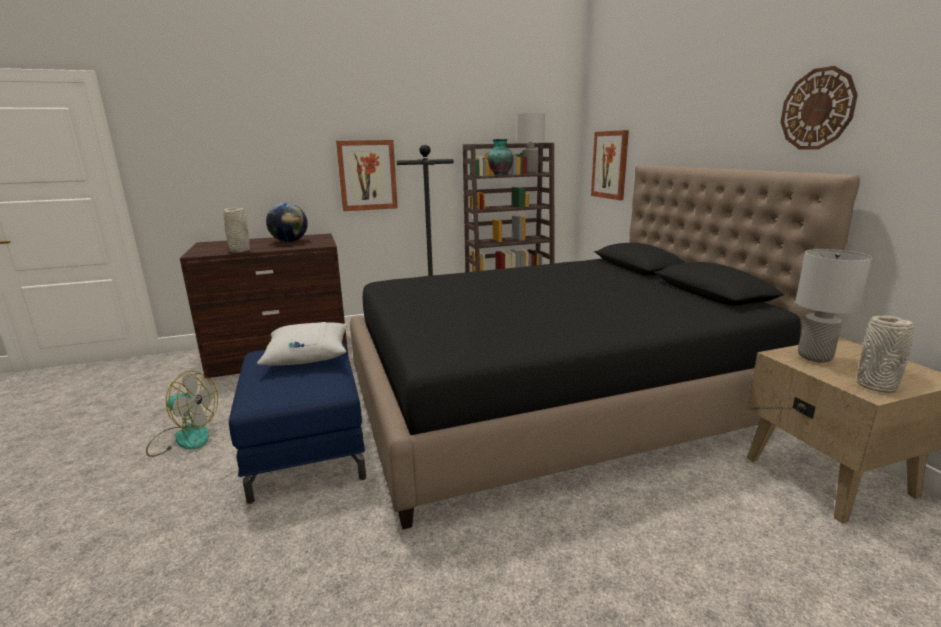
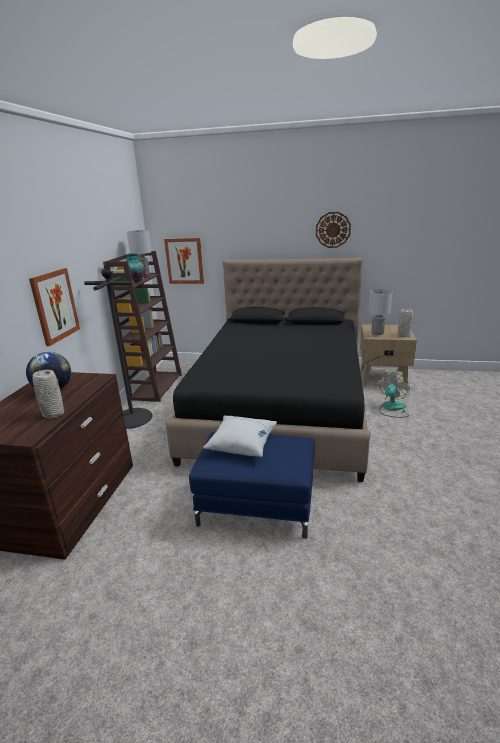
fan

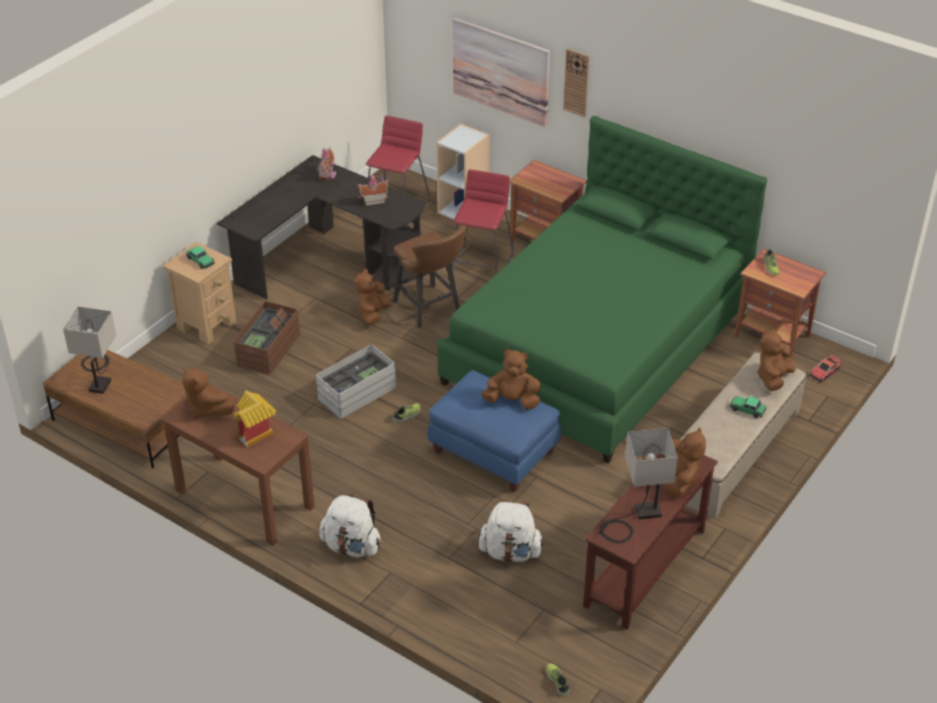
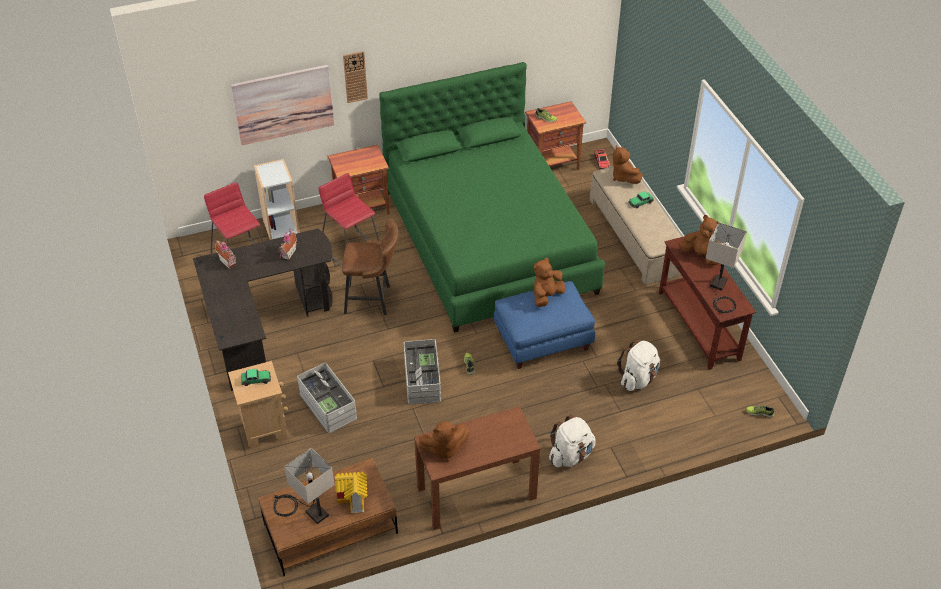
brownish plush toy (2nd from left in the first image)
greyish storage bin (1st from left)
miniature house (3rd from left)

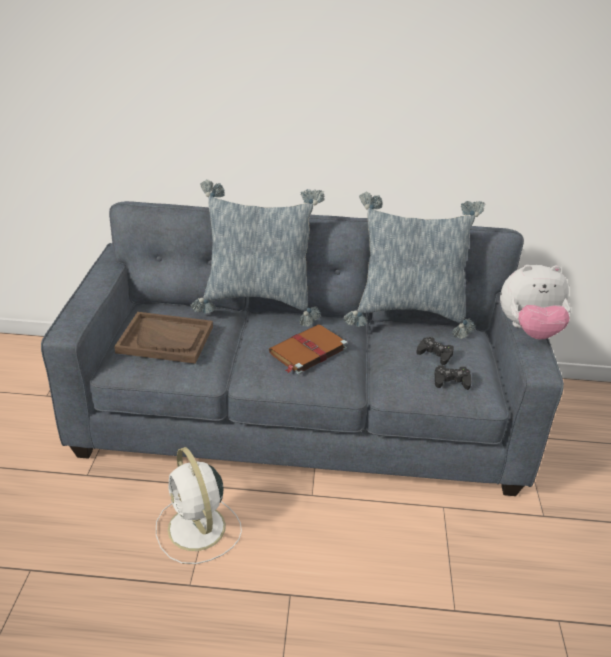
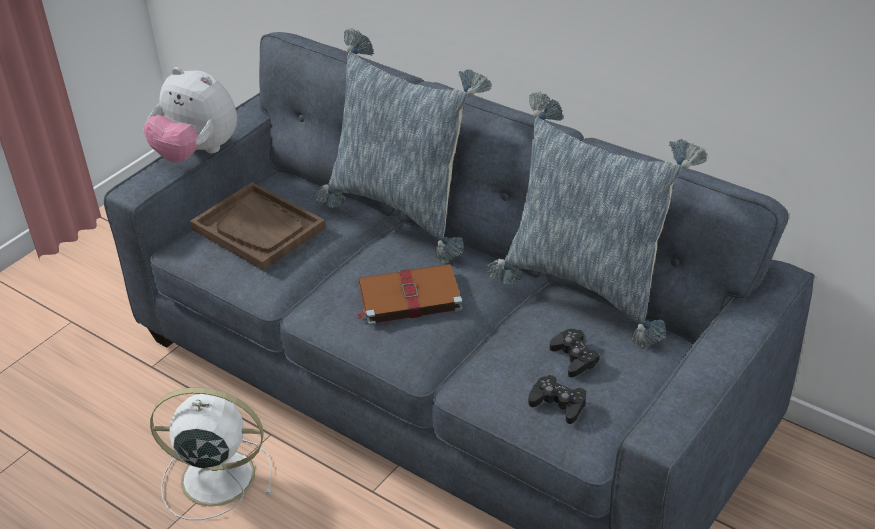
plush toy
white fan

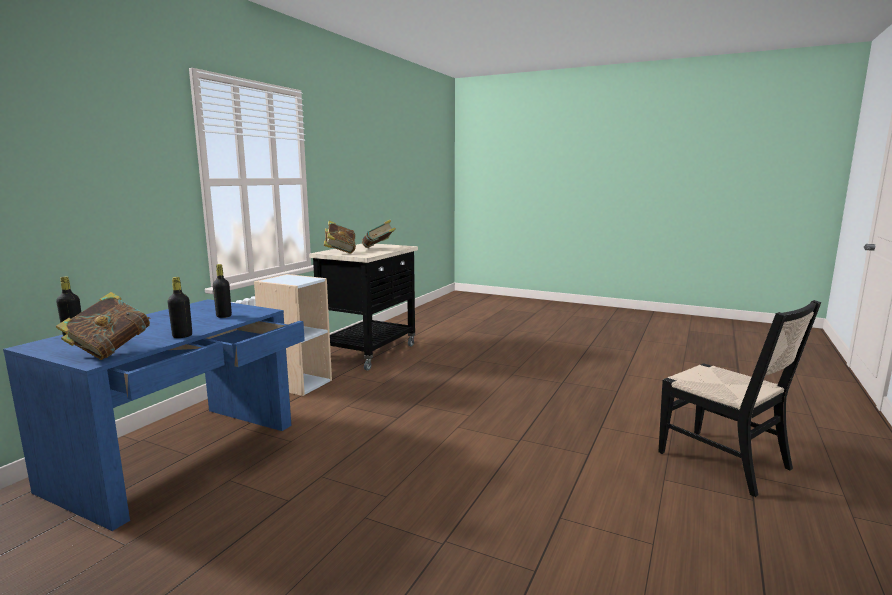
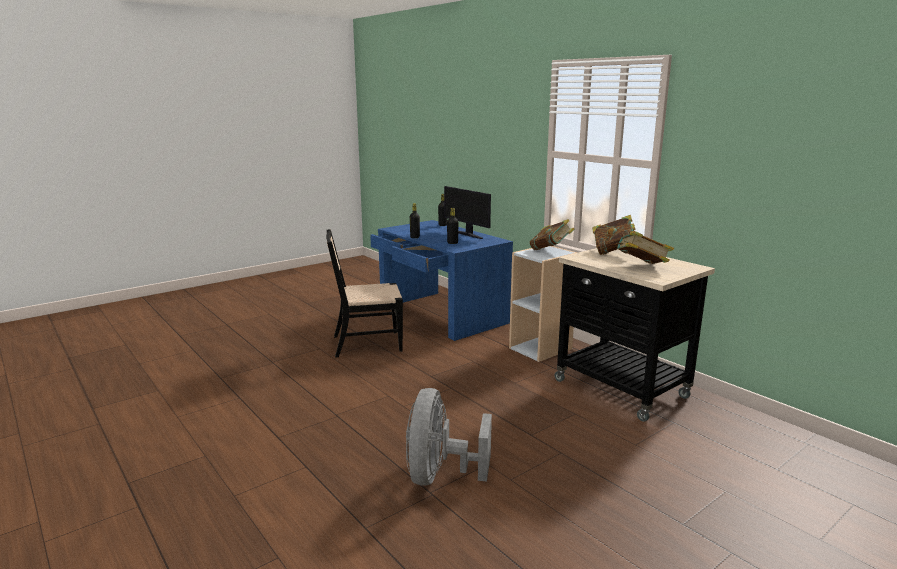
volume (1st from left)
chair
computer display
greyish fan

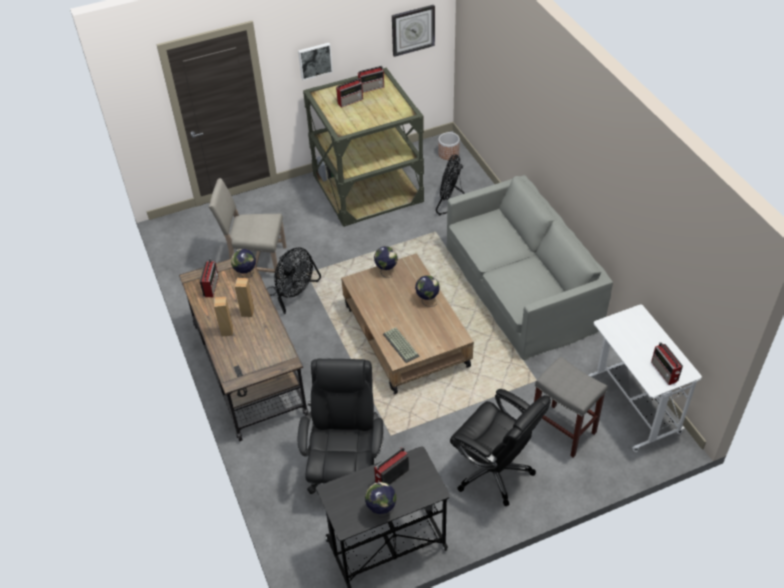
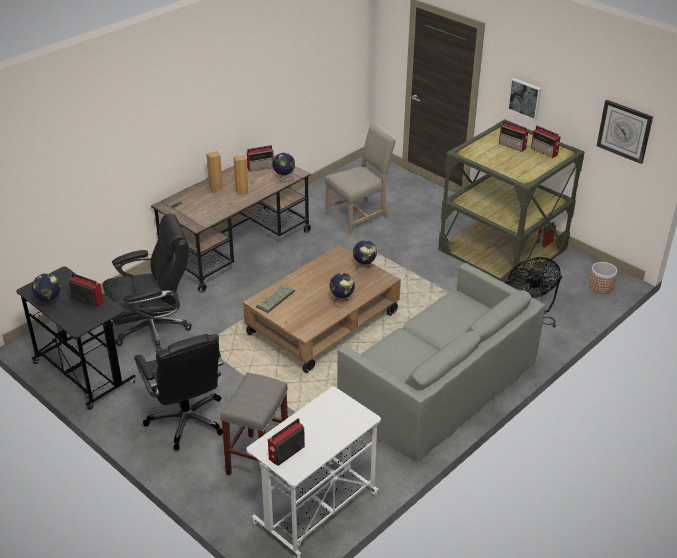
beige chair
blackish fan (1st from left in the first image)
blackish computer chair (2nd from left)

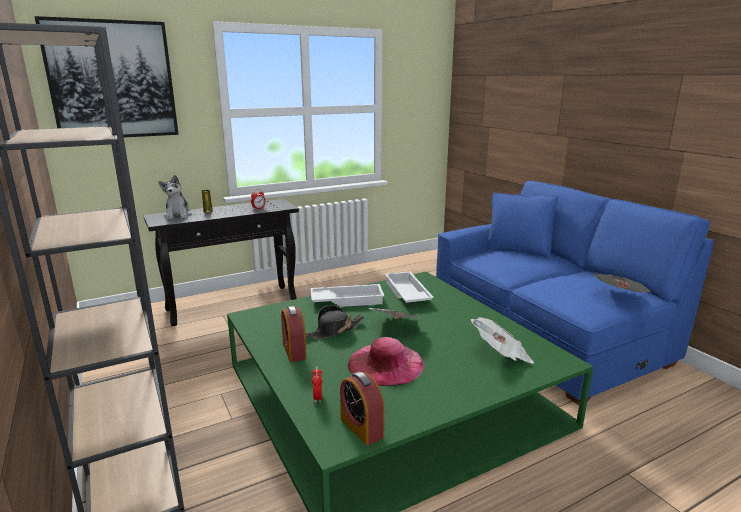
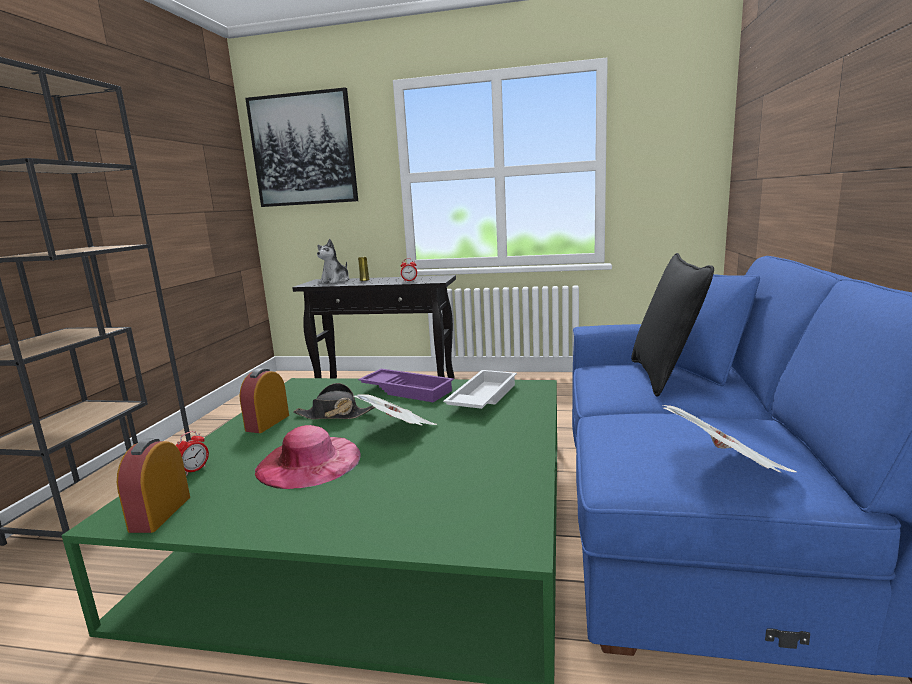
purplish tray
printed paper (2nd from left in the first image)
blackish pillow

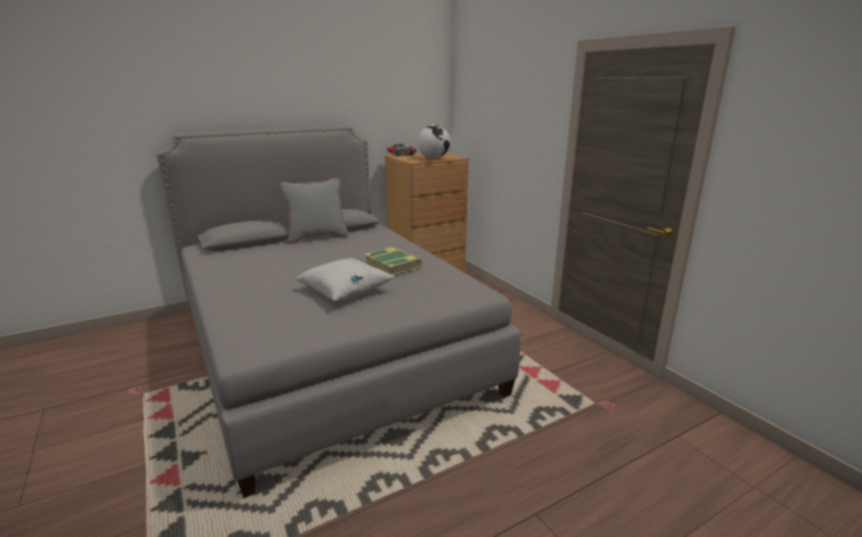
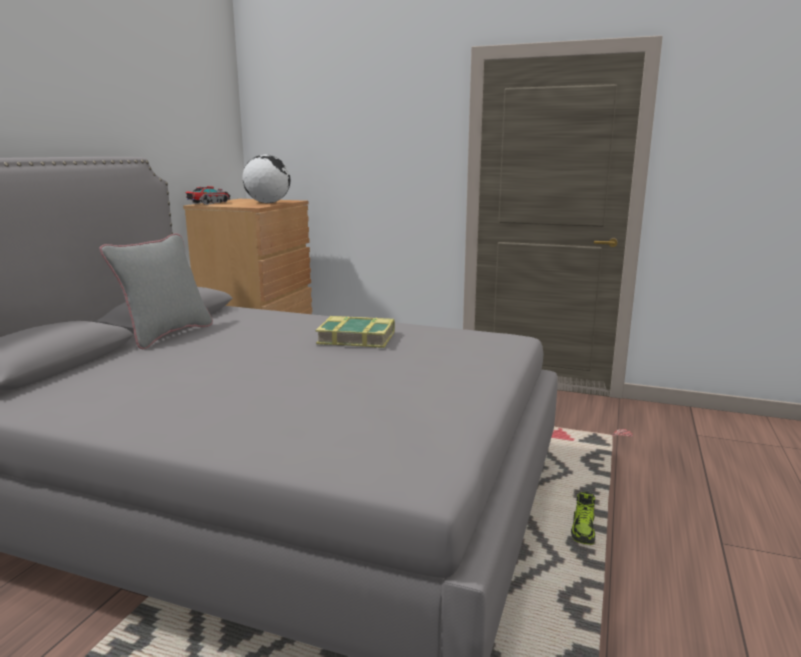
greyish pillow (2nd from left in the first image)
low shoe

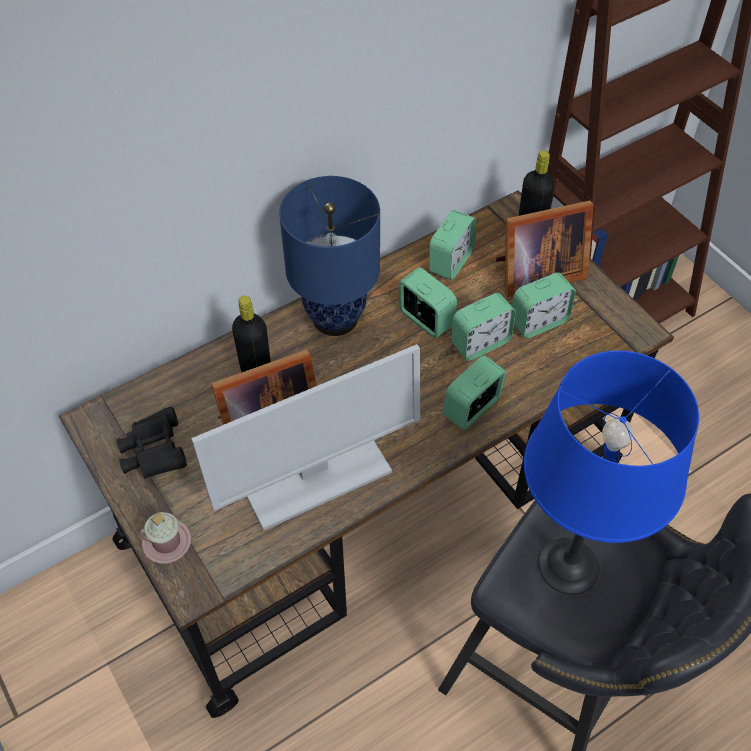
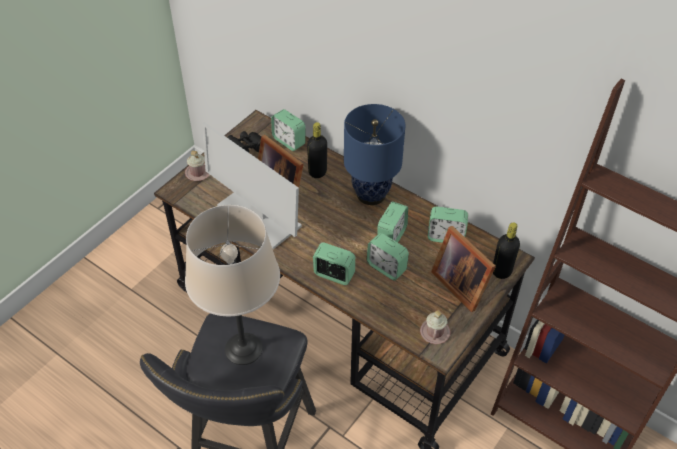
table clock (1st from left)
beige tabletop lamp
pink coffee mug (2nd from left)

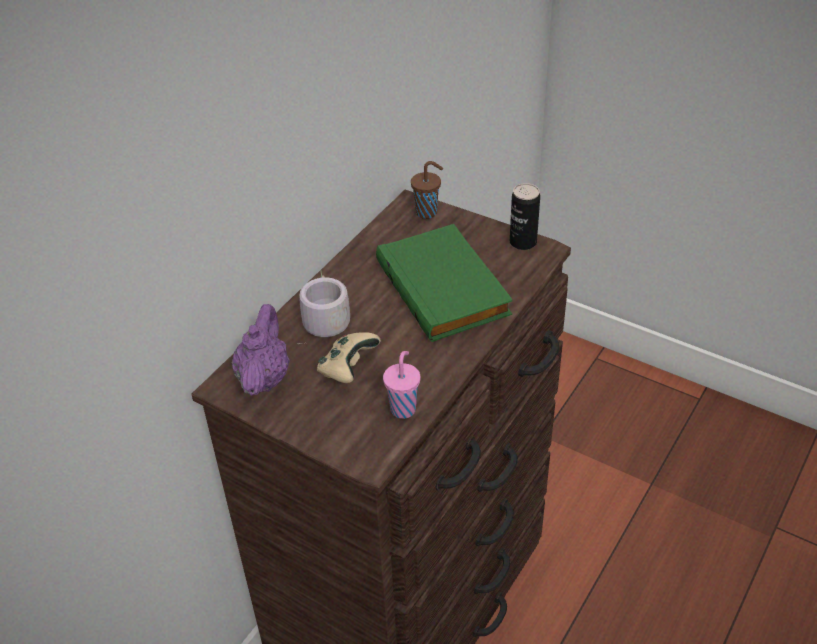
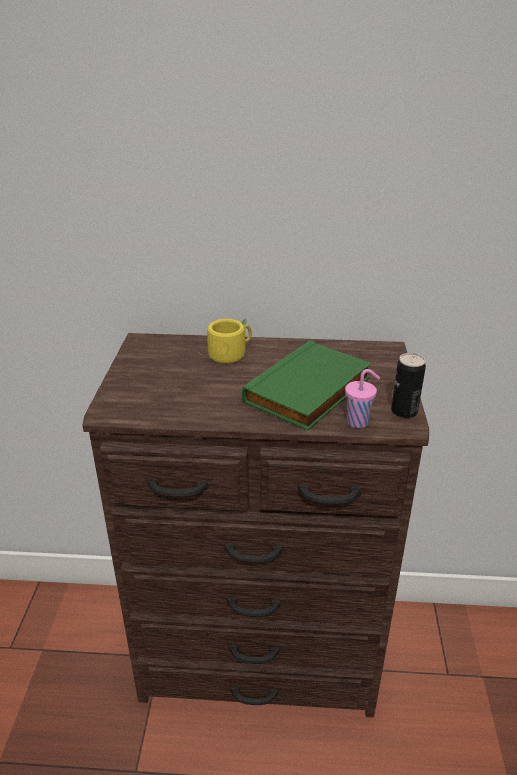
brownish small cup
yellow-coloured coffee mug
purplish pot for tea
beige gamepad
pink small cup

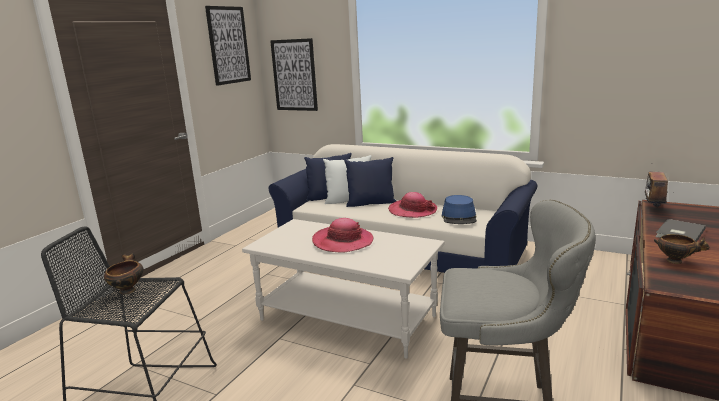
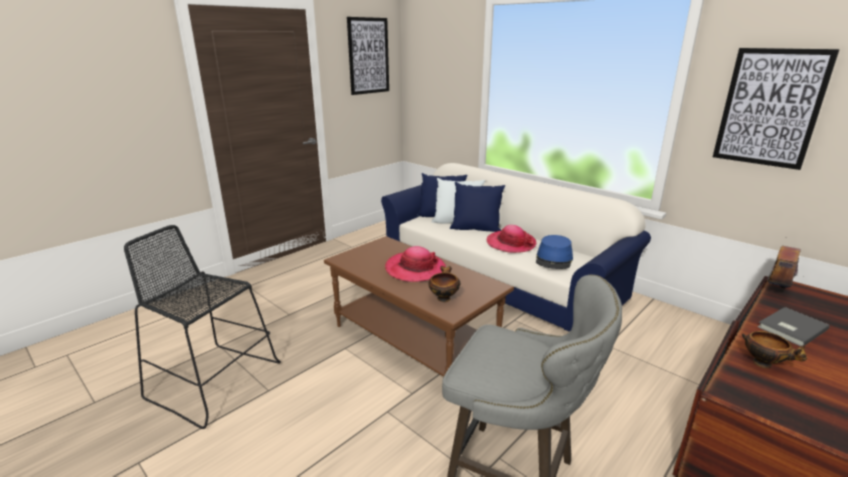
wall art (2nd from left)
brownish lounge table
deep dish (1st from left)

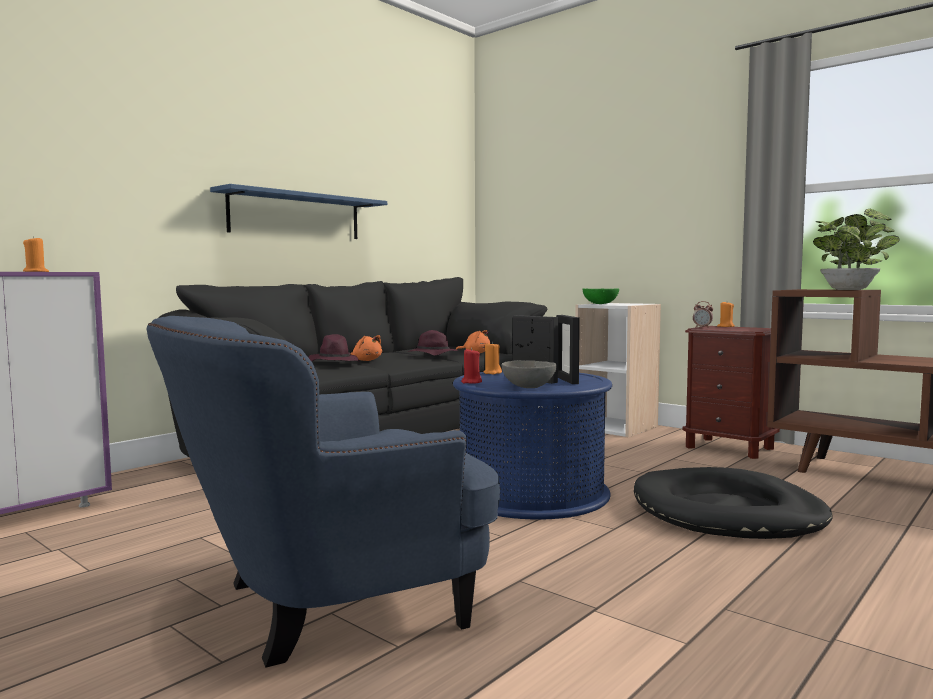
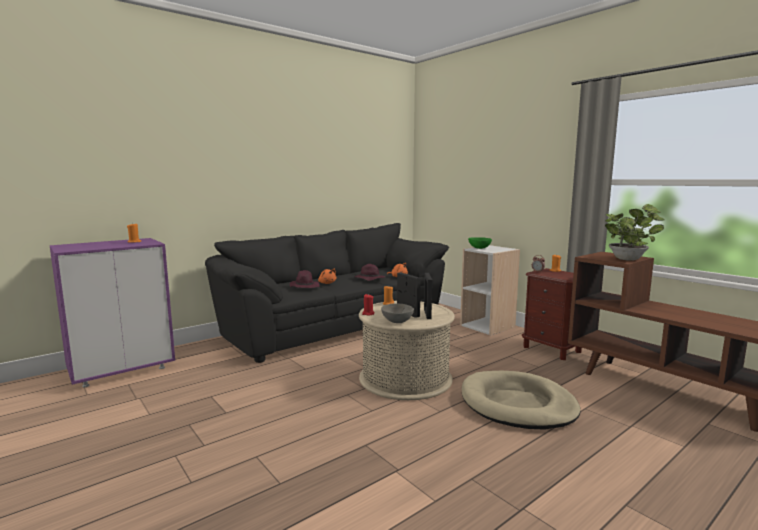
bluish shelf
bluish easy chair
beige lounge table
beige dog cushion

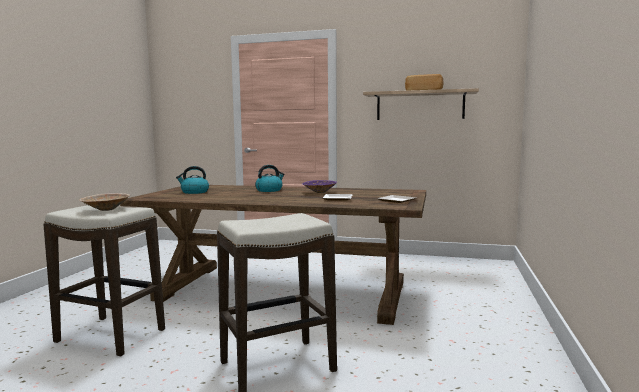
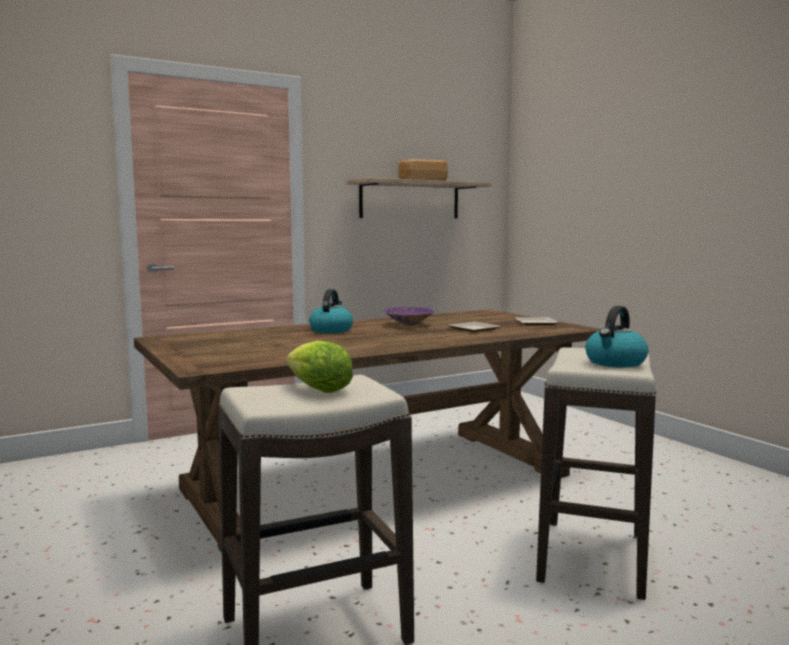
tea kettle (2nd from left)
lettuce

